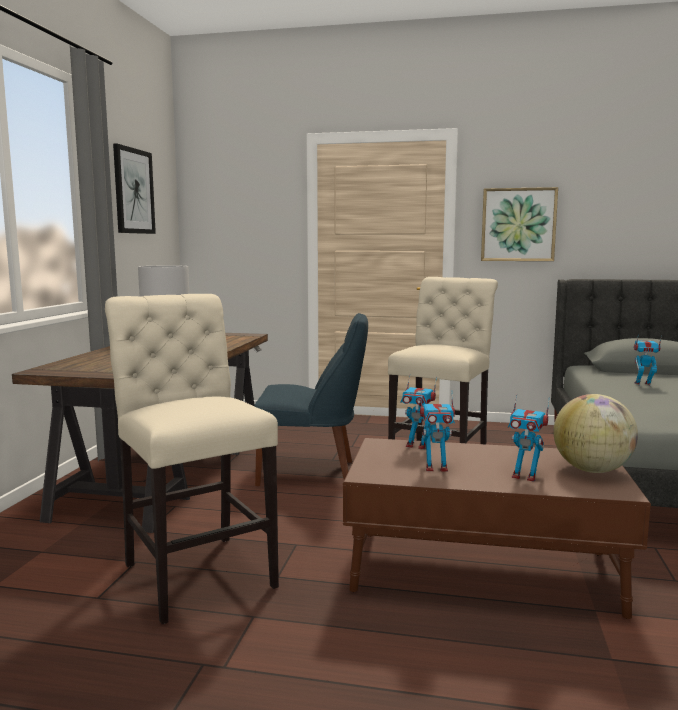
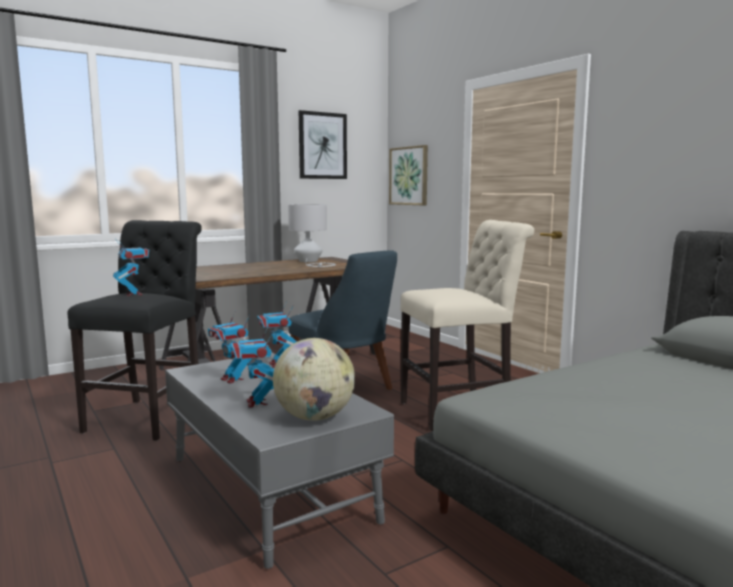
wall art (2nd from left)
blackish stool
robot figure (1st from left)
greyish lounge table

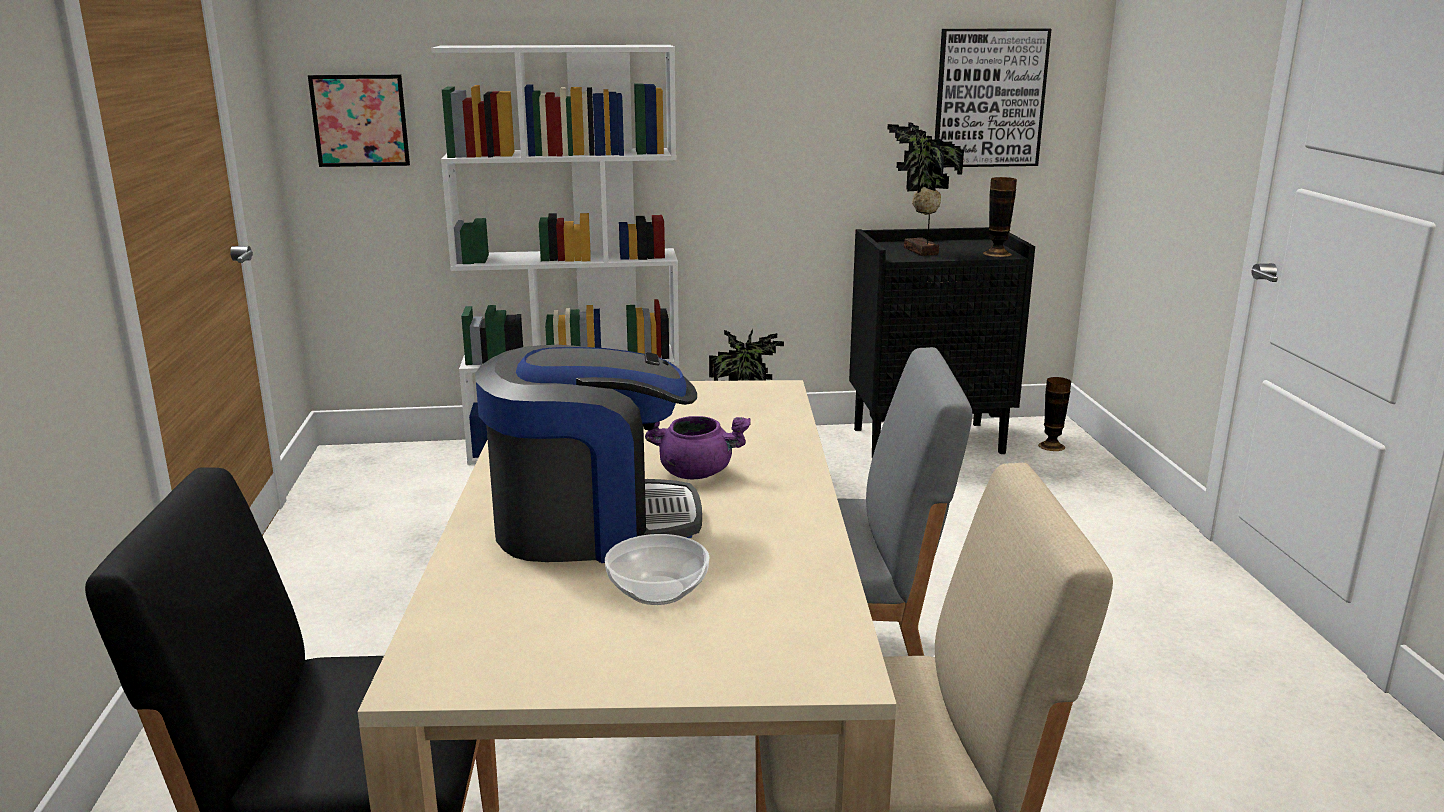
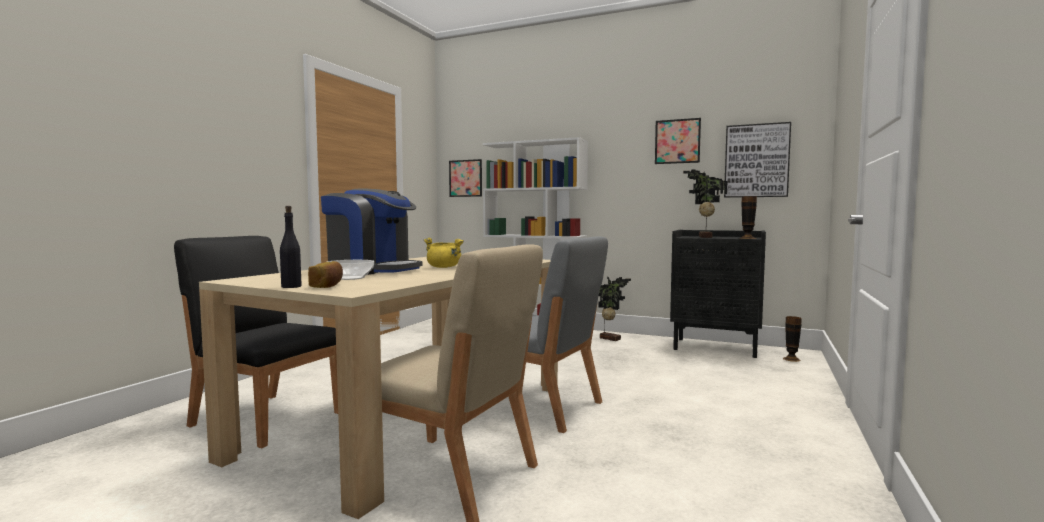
yellow-coloured cooking pot
wall art (2nd from left)
blackish beverage bottle
bread

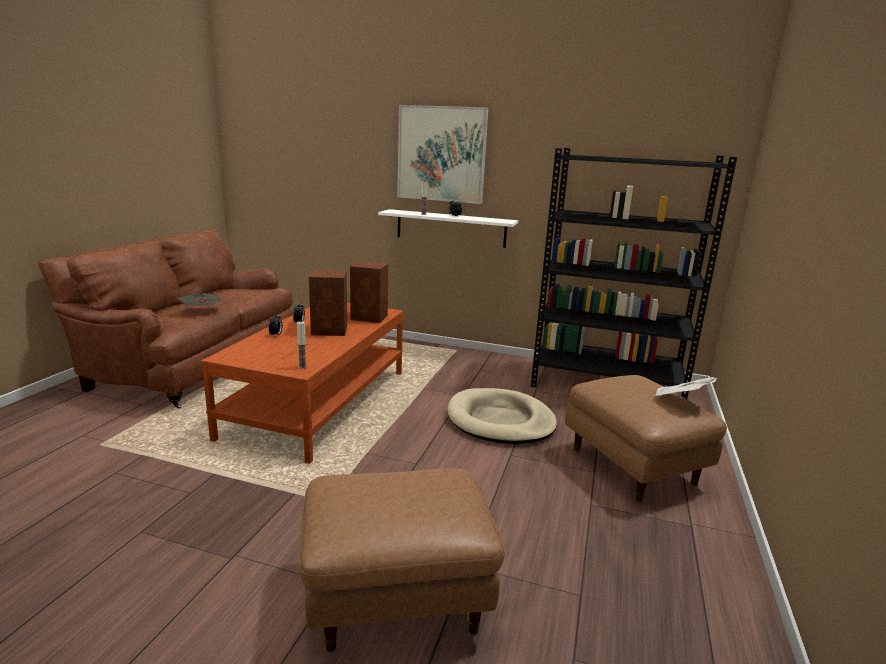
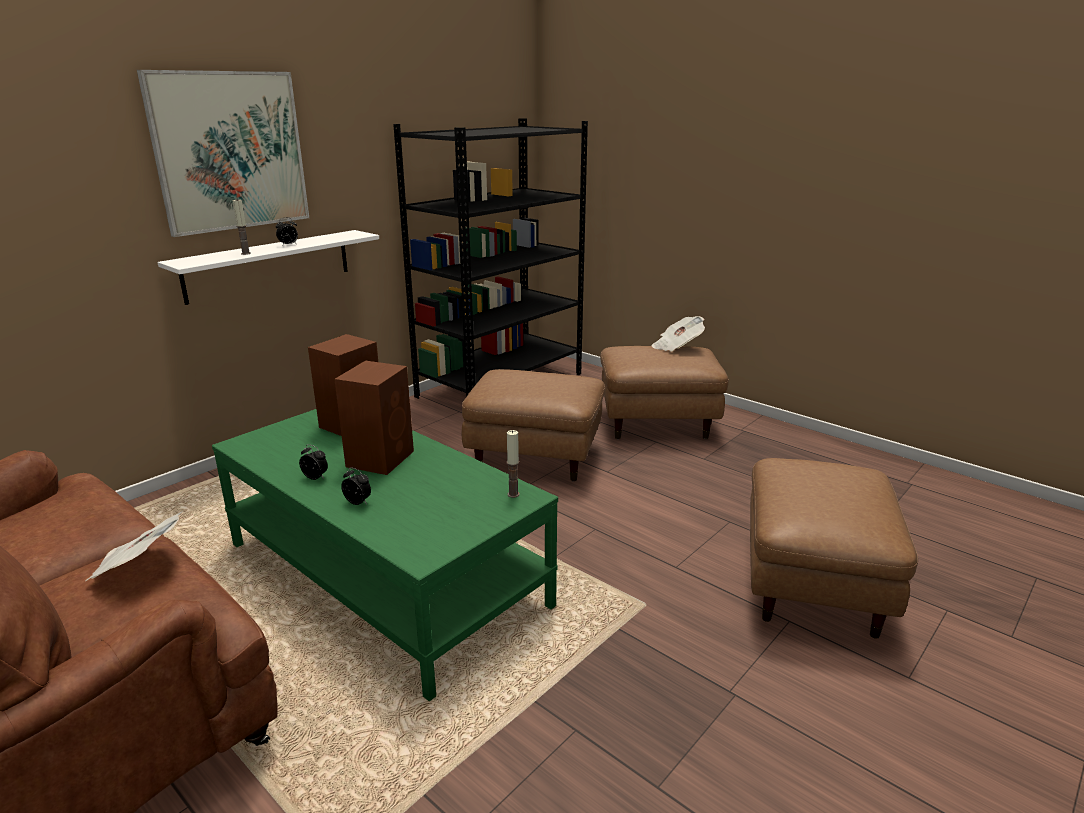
green-coloured lounge table
brownish footrest (1st from left)

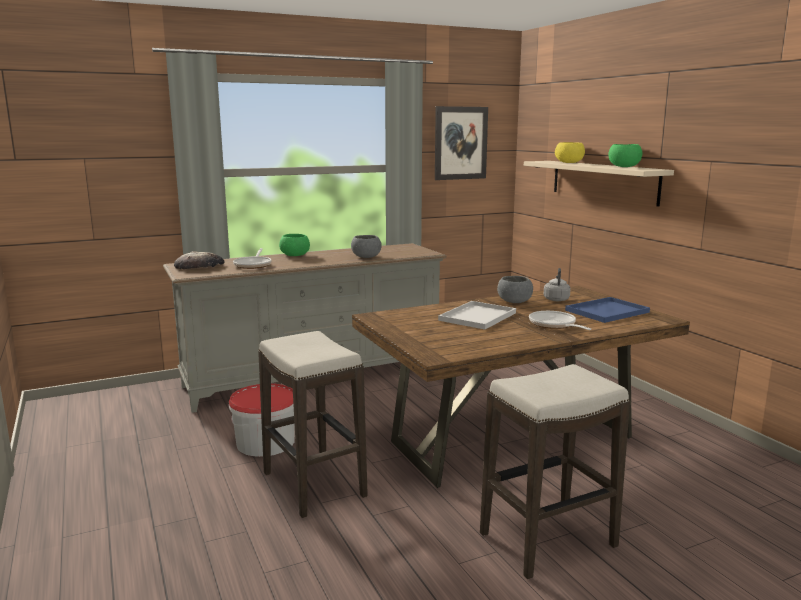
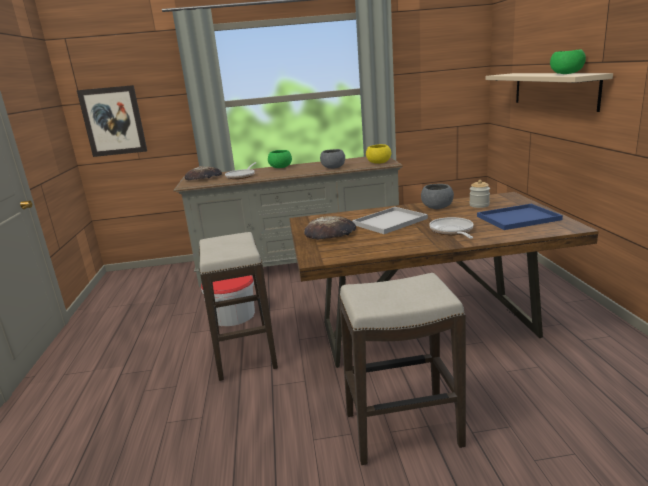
wall art
yellow-coloured deep dish
jar
bread (2nd from left)

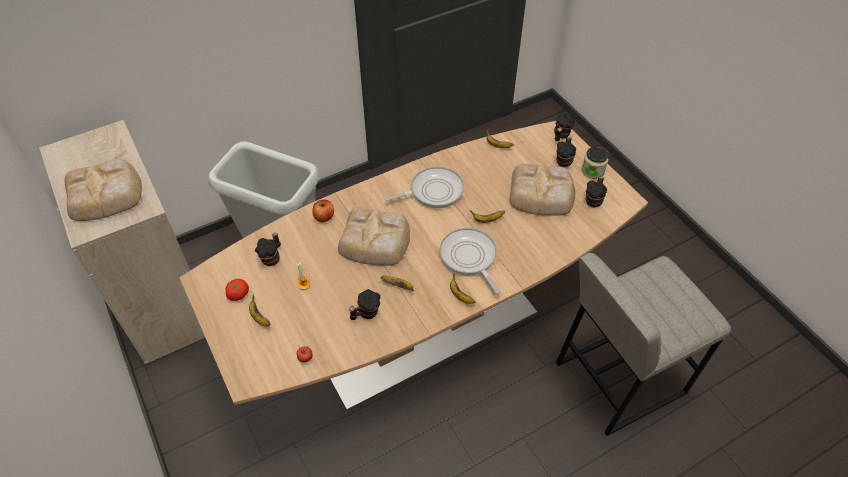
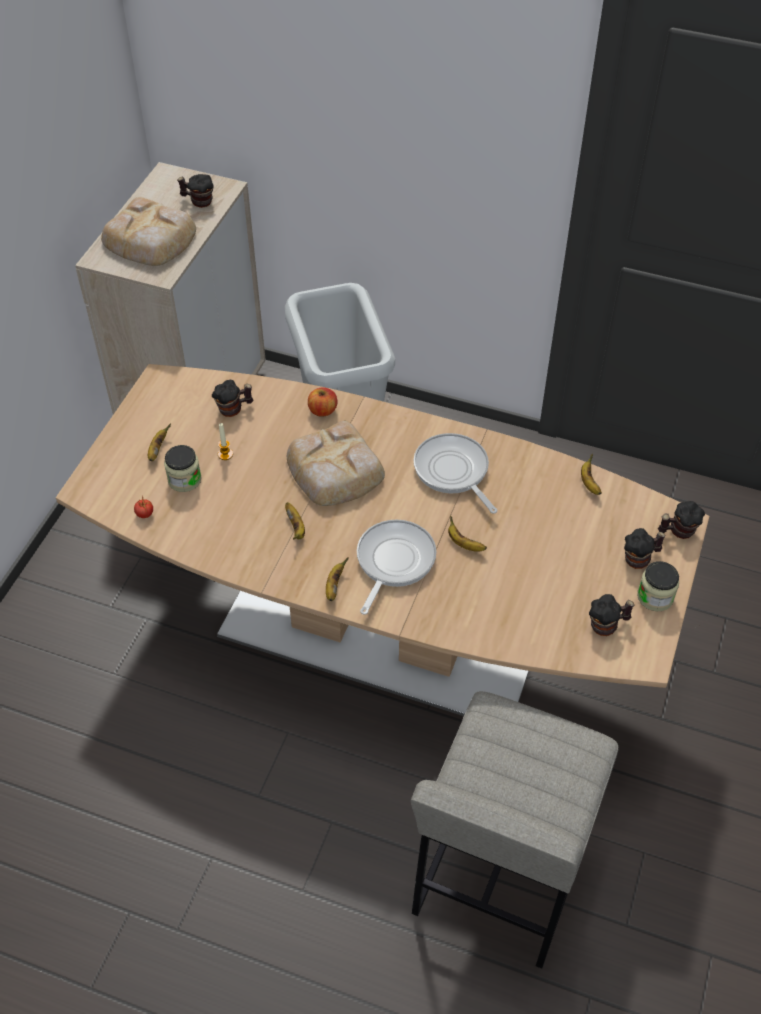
bread (3rd from left in the first image)
pan (2nd from left)
greyish chair
whole tomato (1st from left in the first image)
coffee mug (1st from left)
jar (1st from left)

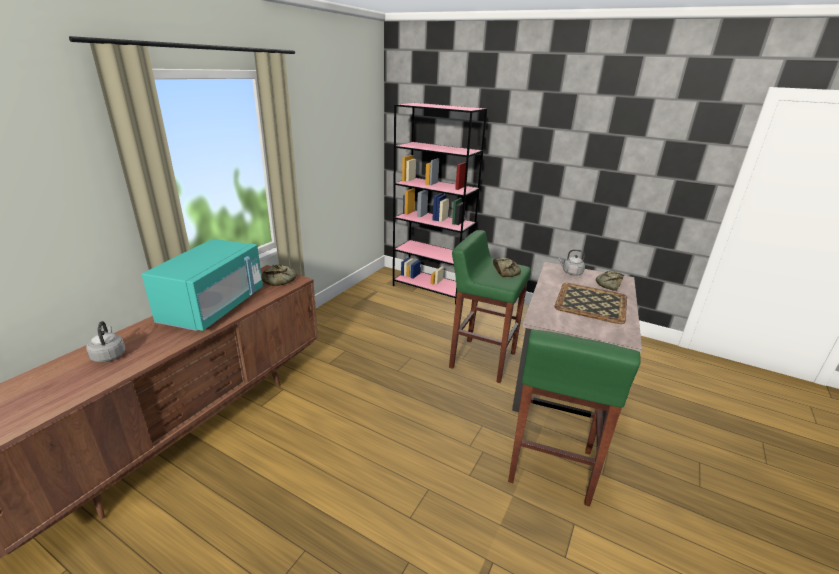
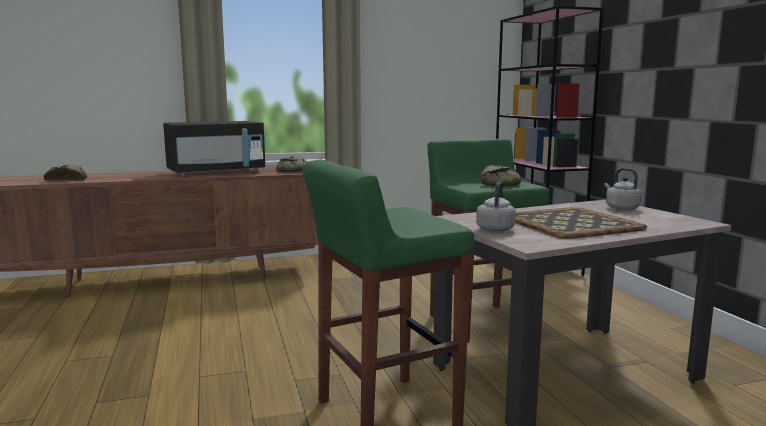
blackish kitchen microwave
bread (1st from left)
greyish tea kettle (1st from left)

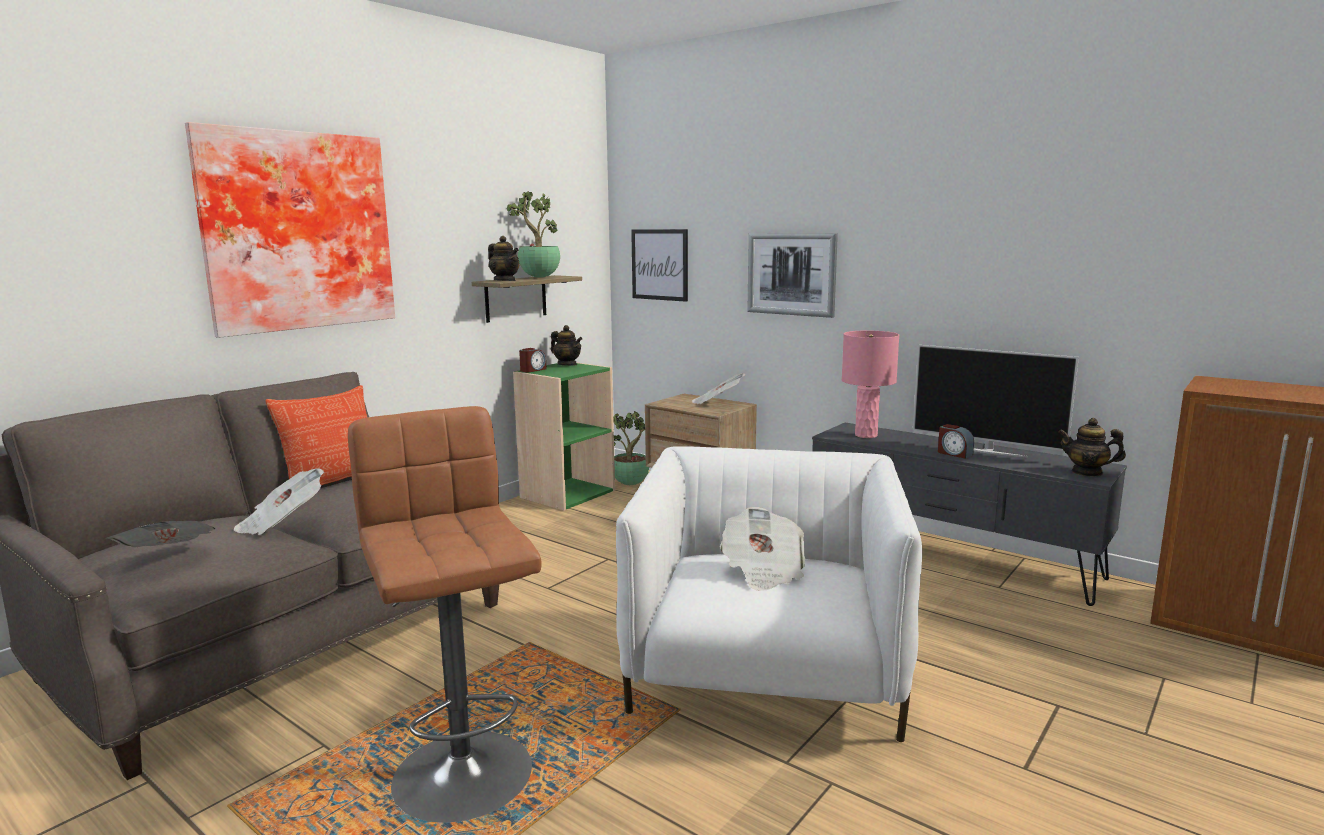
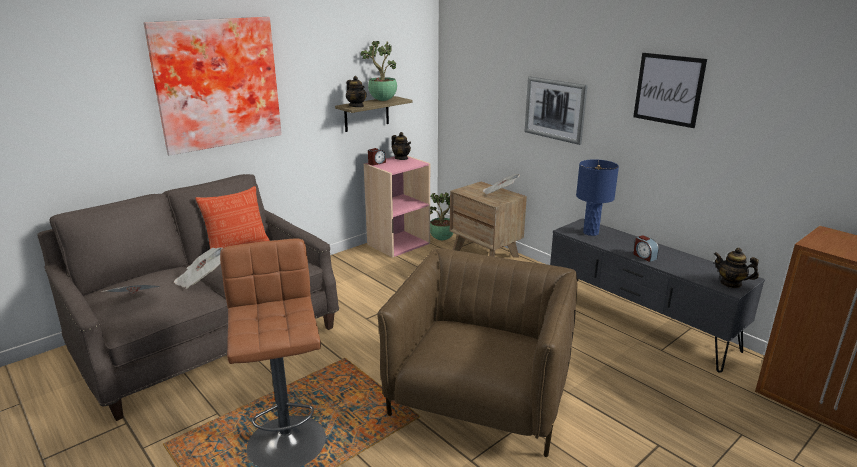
wall art (3rd from left)
bluish tabletop lamp
TV
pink bookcase
brownish easy chair
printed paper (4th from left in the first image)

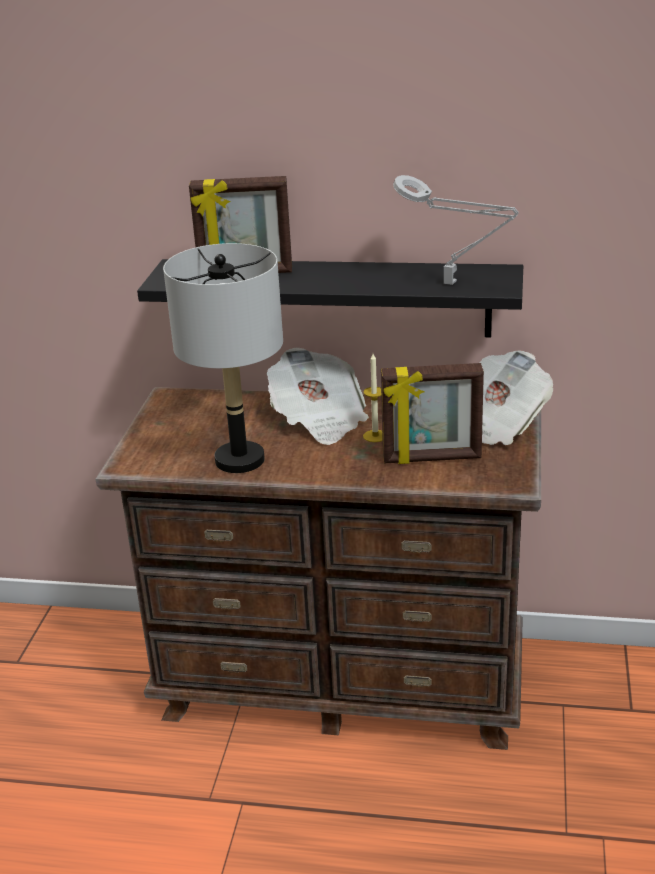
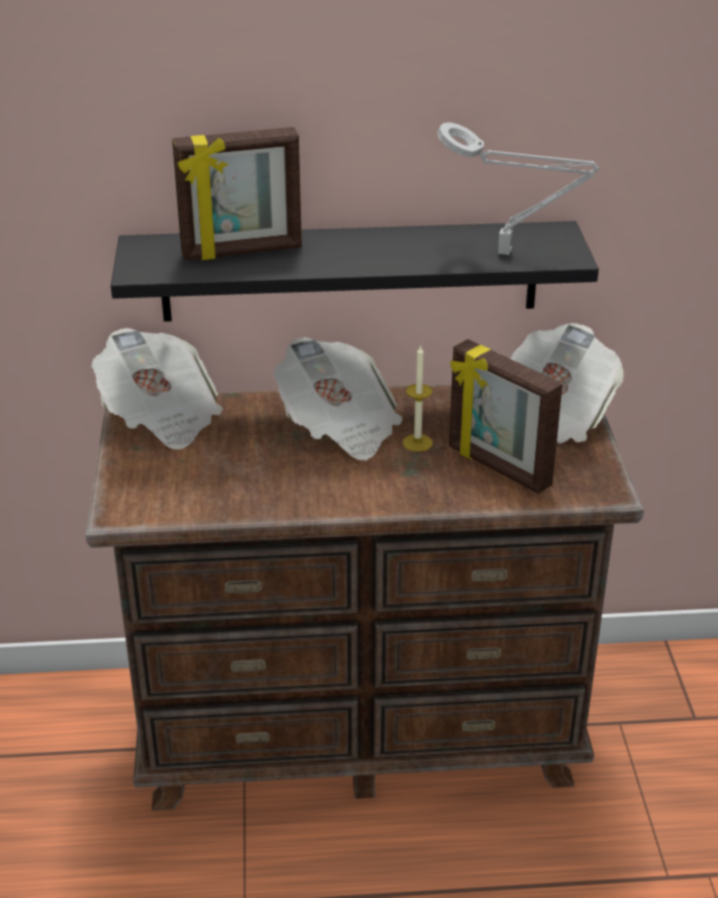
greyish tabletop lamp (1st from left in the first image)
picture frame (2nd from left)
printed paper (1st from left)

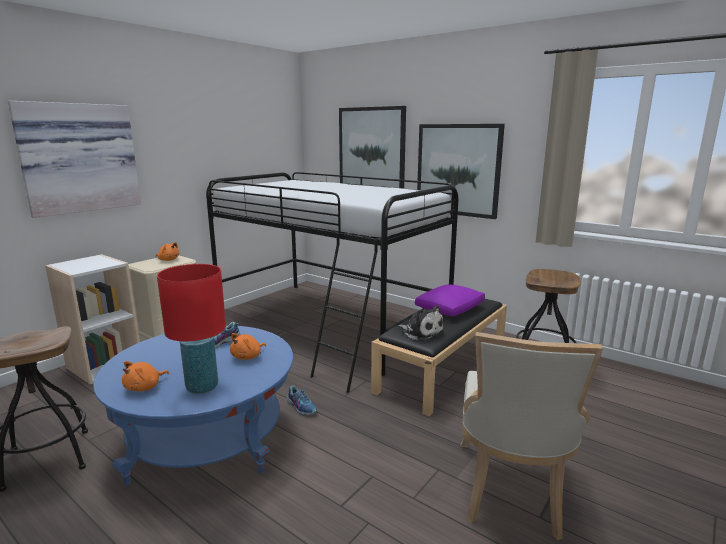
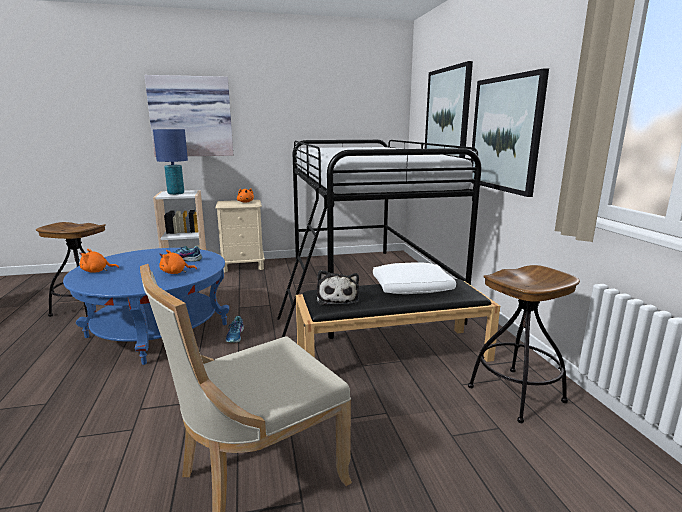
reddish tabletop lamp
white pillow
bluish tabletop lamp

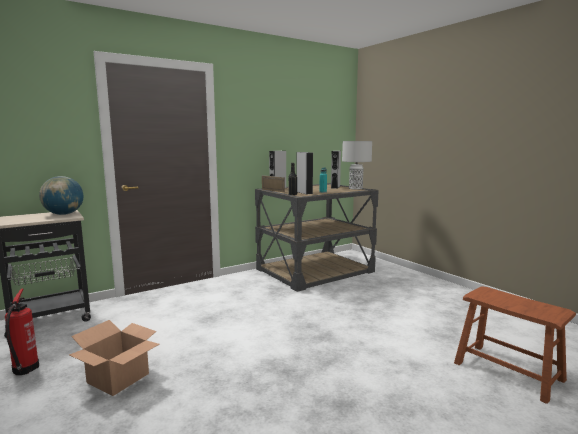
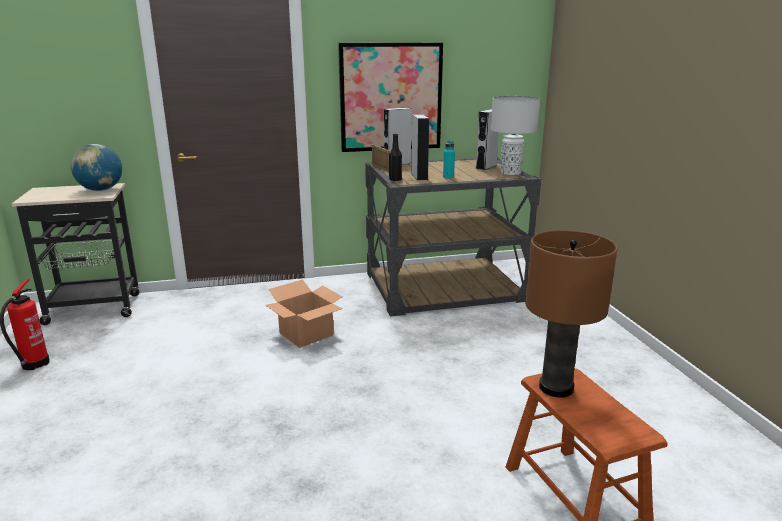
carton
wall art
brownish tabletop lamp

